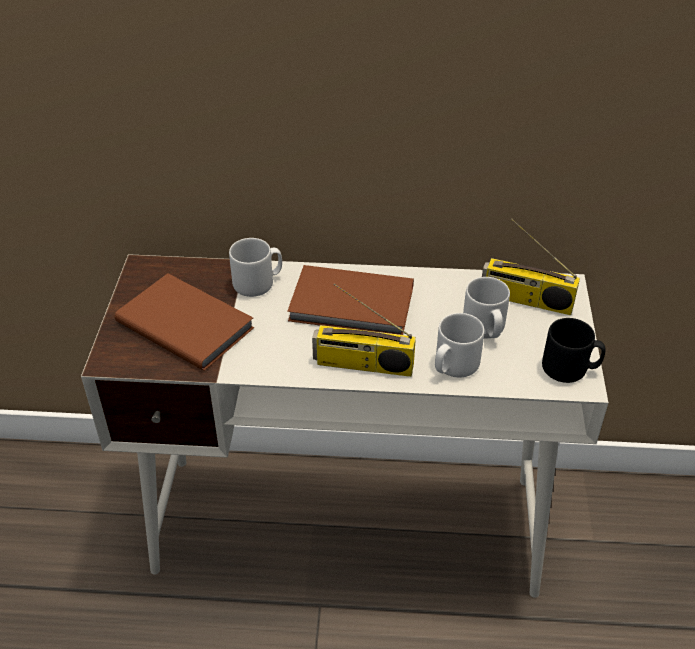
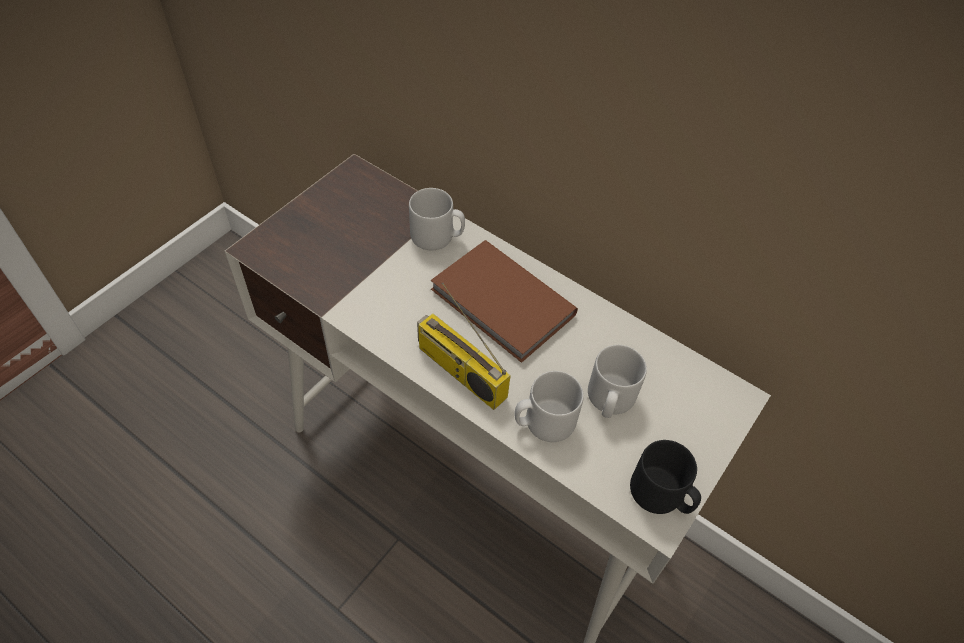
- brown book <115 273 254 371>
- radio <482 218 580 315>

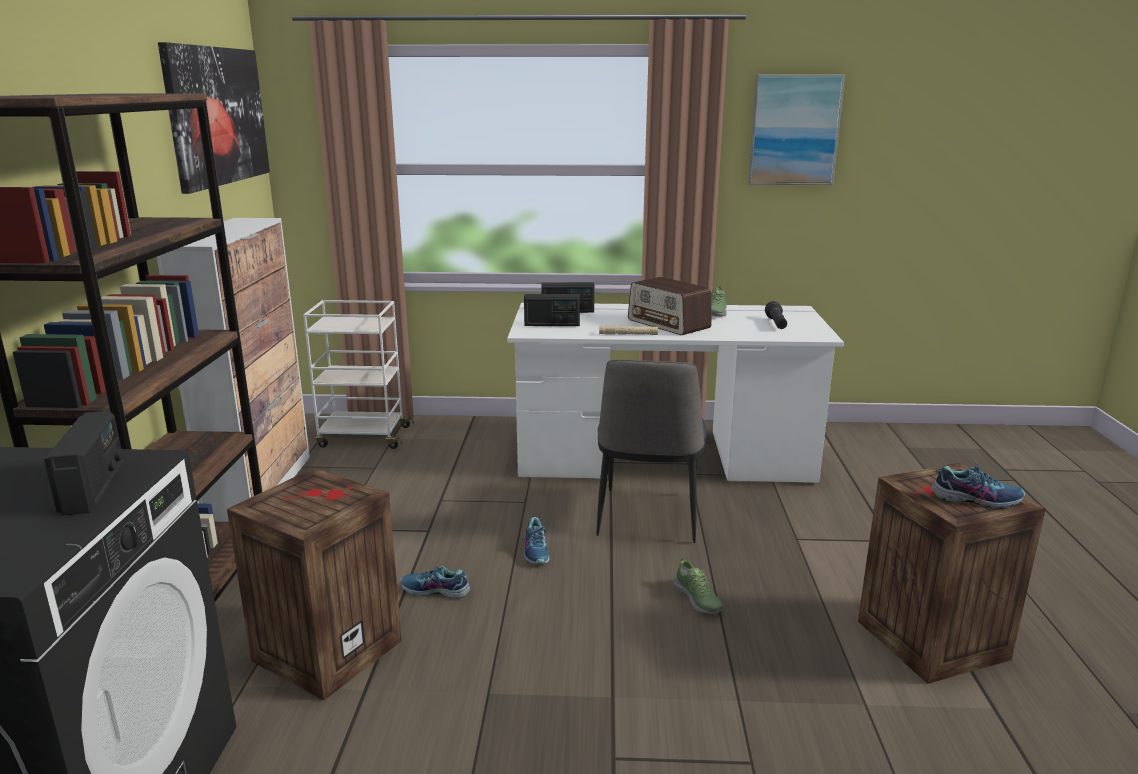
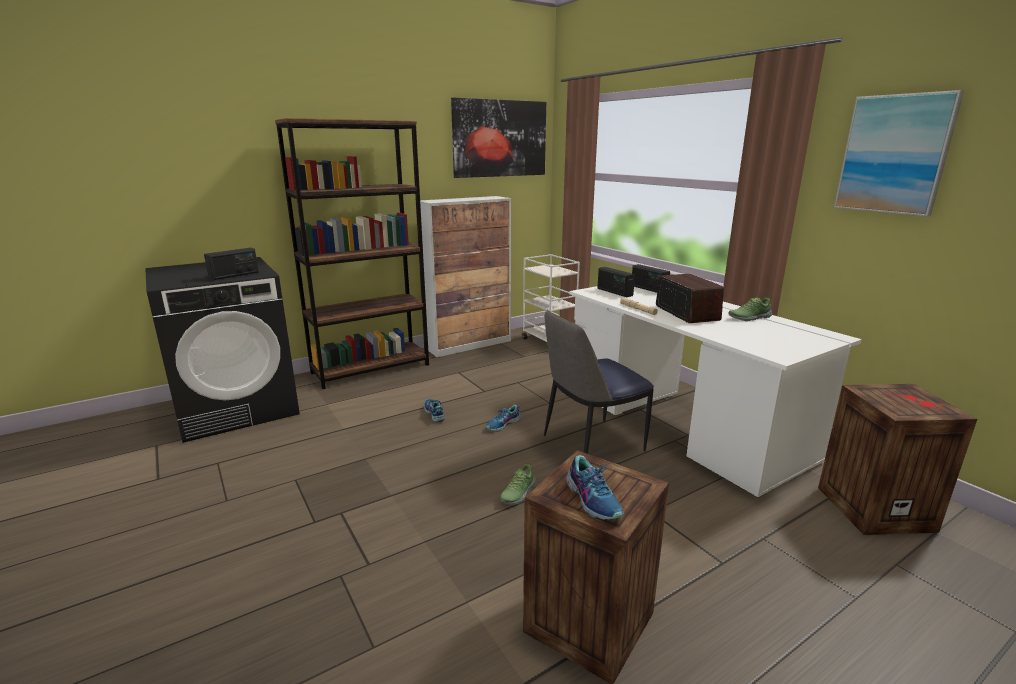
~ crate <227 468 402 700> to <818 384 977 535>
~ radio <628 277 712 335> = <656 274 724 323> 150 degrees clockwise
- black flashlight <765 301 787 329>

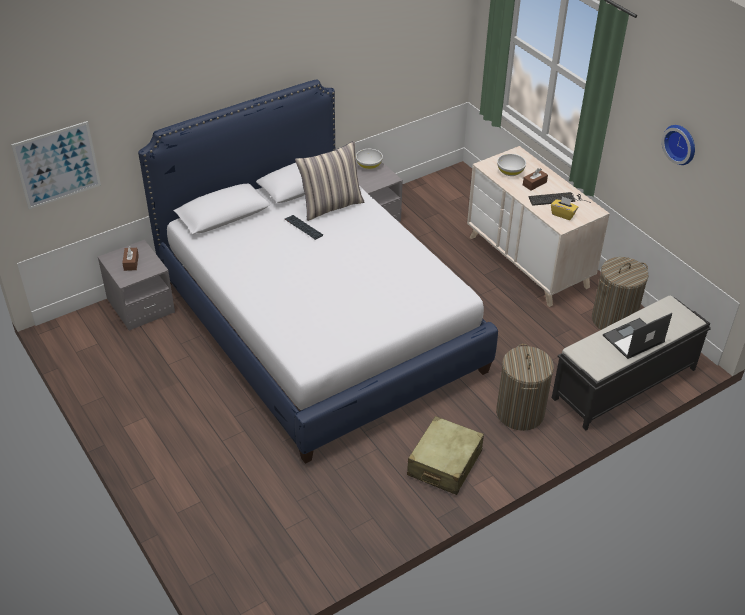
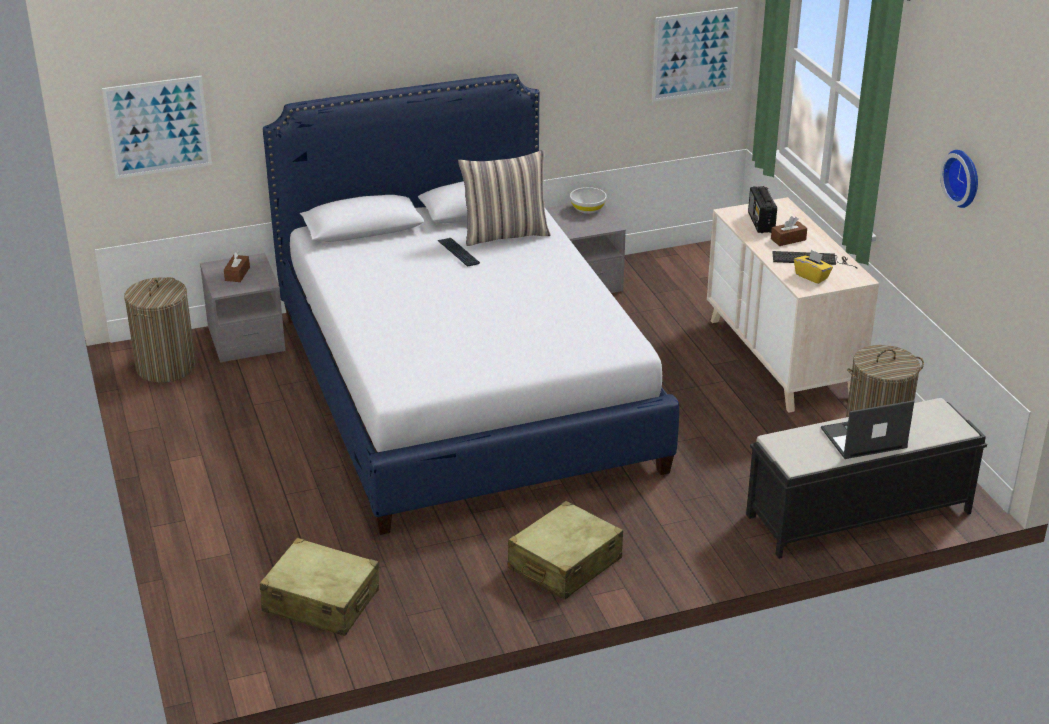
~ laundry basket <496 344 554 431> to <124 277 196 383>
~ white bowl <497 154 526 176> to radio <748 186 777 233>
+ beige suitcase <260 538 379 636>
+ picture <652 7 738 102>

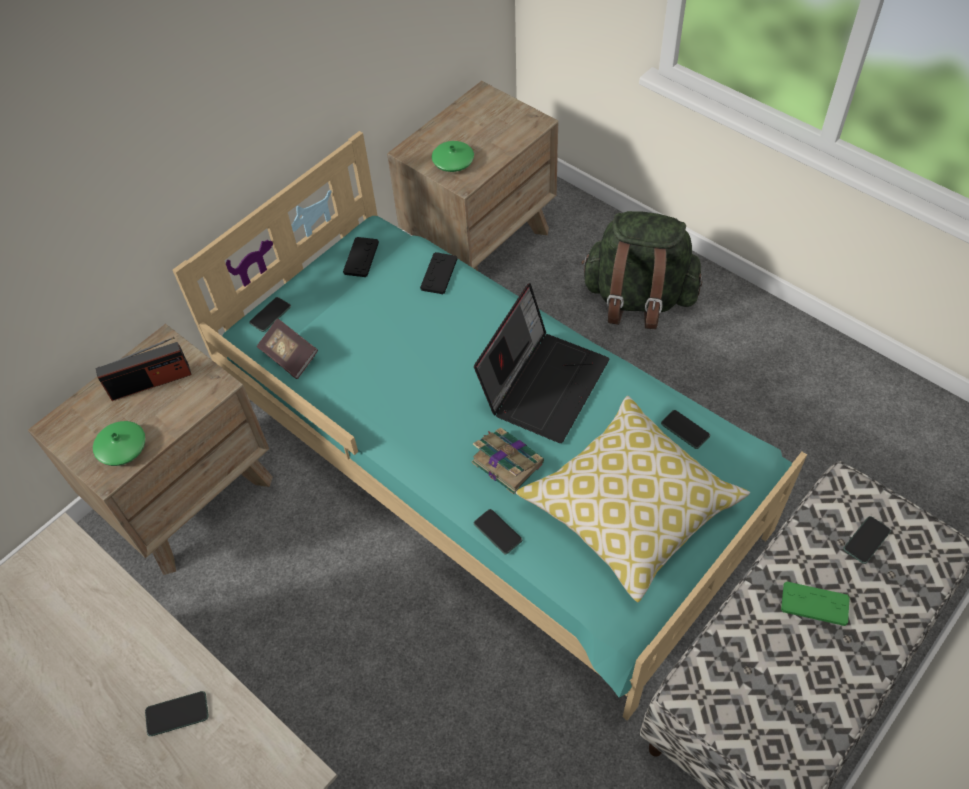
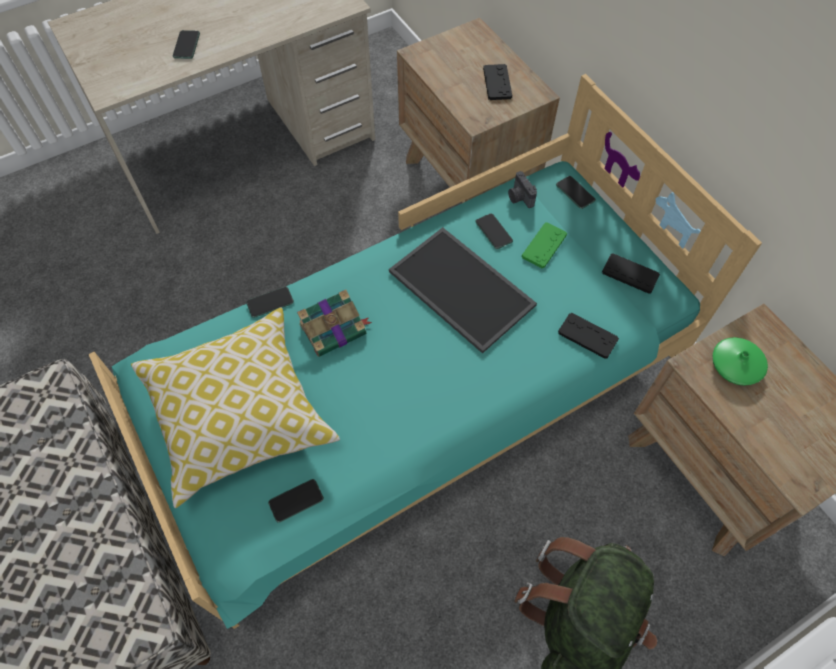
- green vase <93 421 145 466>
~ radio <95 337 192 401> to black game controller <483 64 512 100>
~ book <257 318 318 379> to photo camera <508 171 537 208>
- laptop <474 283 610 443>
~ green game controller <781 581 850 626> to <522 222 567 268>
~ phone <844 516 891 564> to <475 213 513 249>
+ tray <389 227 537 354>

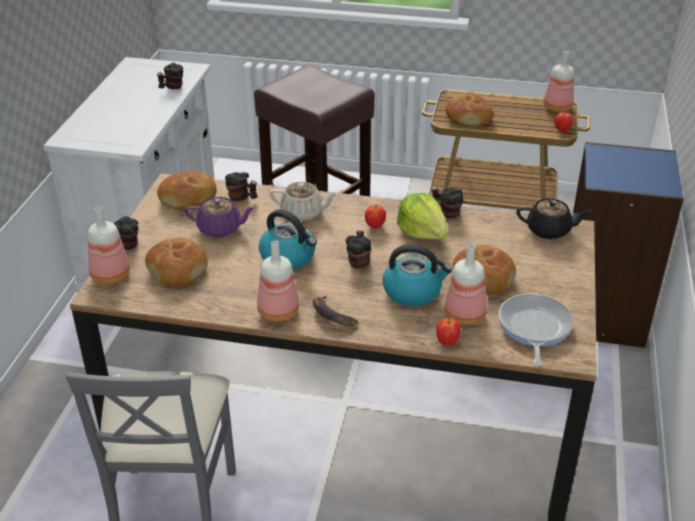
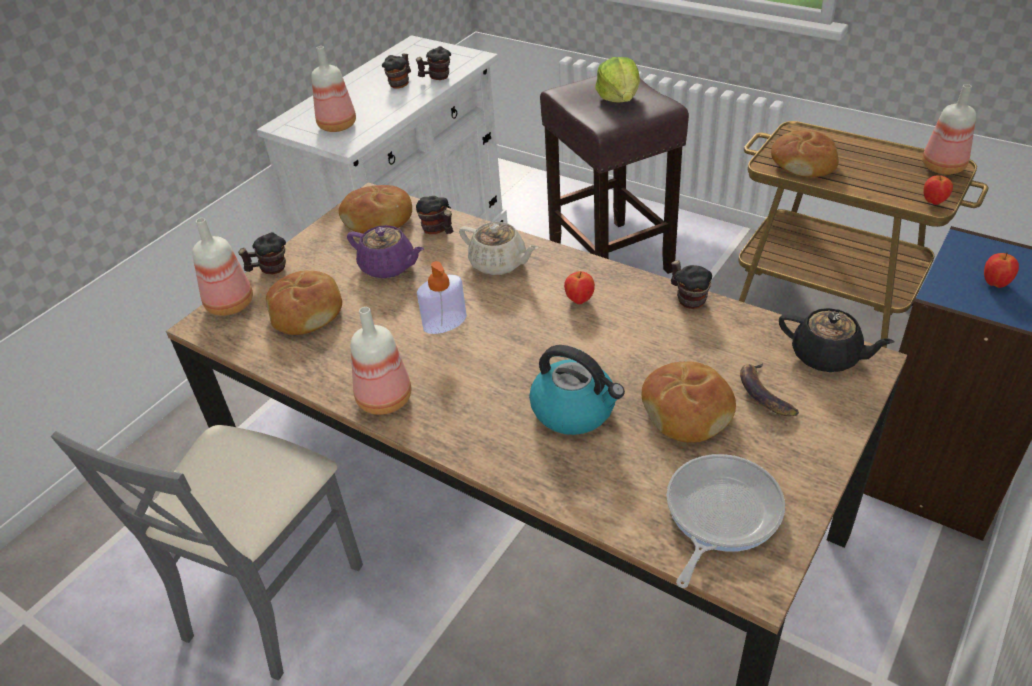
~ kettle <259 209 317 269> to soap dispenser <417 261 467 334>
~ banana <313 295 358 326> to <740 363 799 416>
~ mug <346 230 371 268> to <382 54 411 89>
~ lettuce <397 193 447 239> to <595 57 640 102>
~ apple <436 318 461 346> to <984 252 1019 288>
~ bottle <444 244 487 326> to <311 46 356 132>

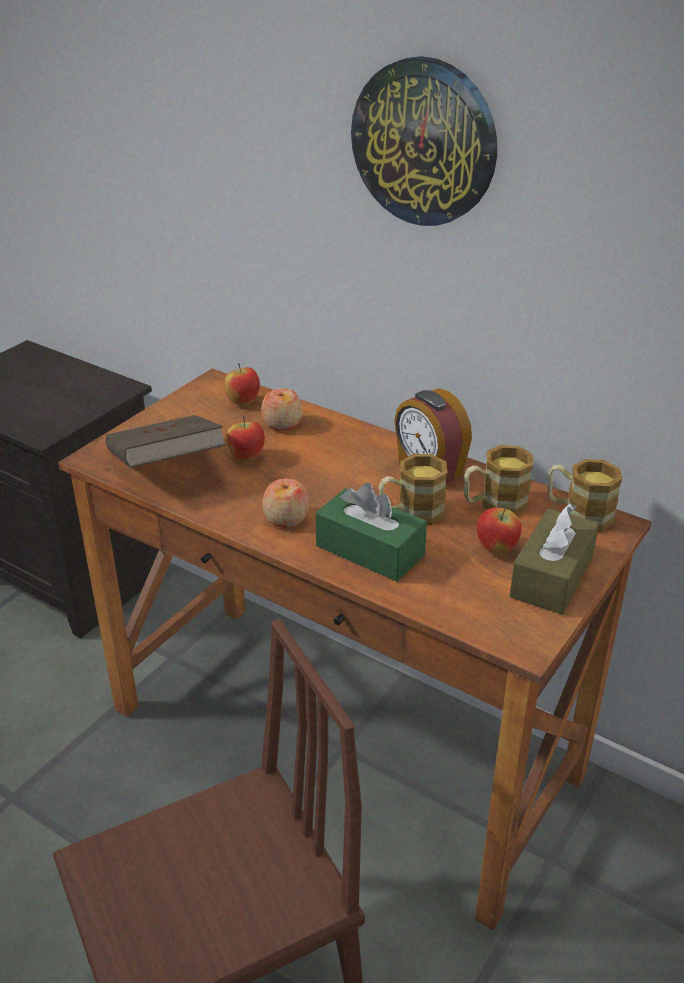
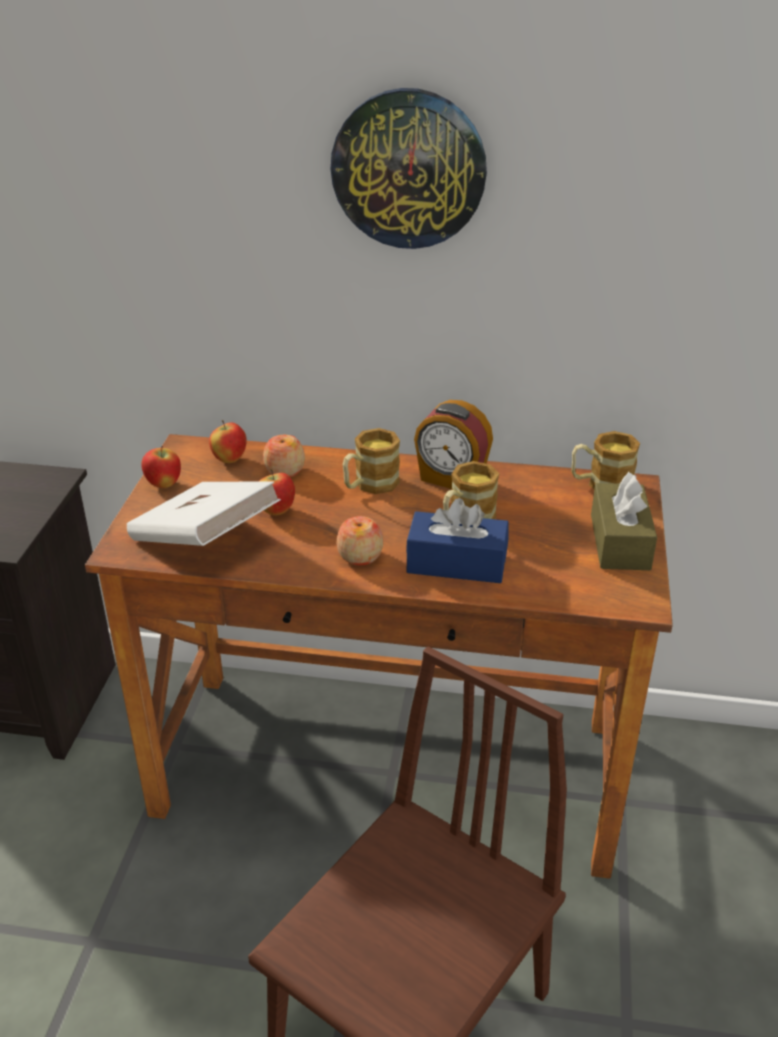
~ brown book <105 415 227 468> to white book <127 481 281 546>
~ green tissue box <316 483 427 582> to blue tissue box <406 498 509 583>
~ mug <464 445 533 515> to <343 428 400 494>
~ apple <477 508 521 554> to <141 446 181 488>

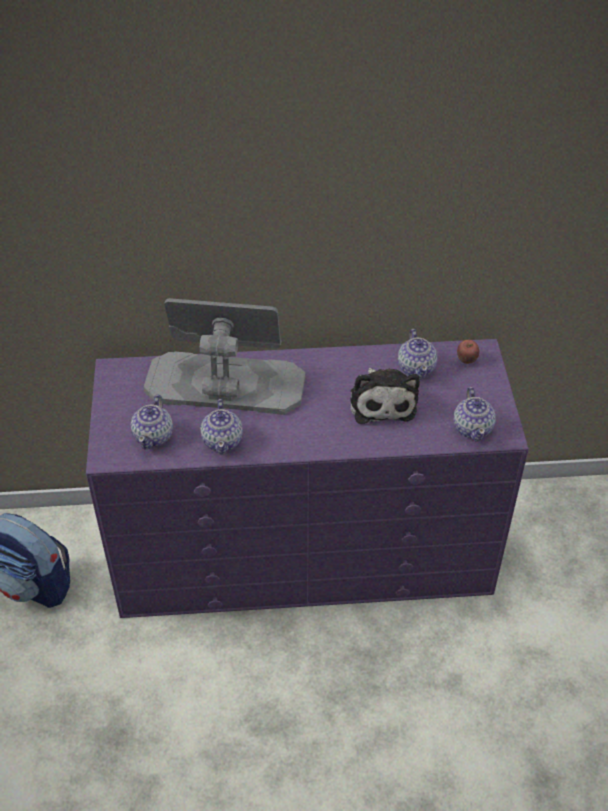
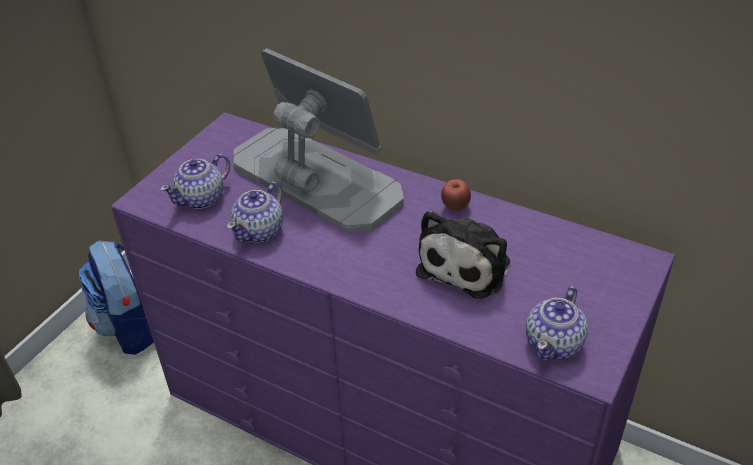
- teapot <398 329 437 380>
~ apple <457 340 479 364> to <441 179 471 211>

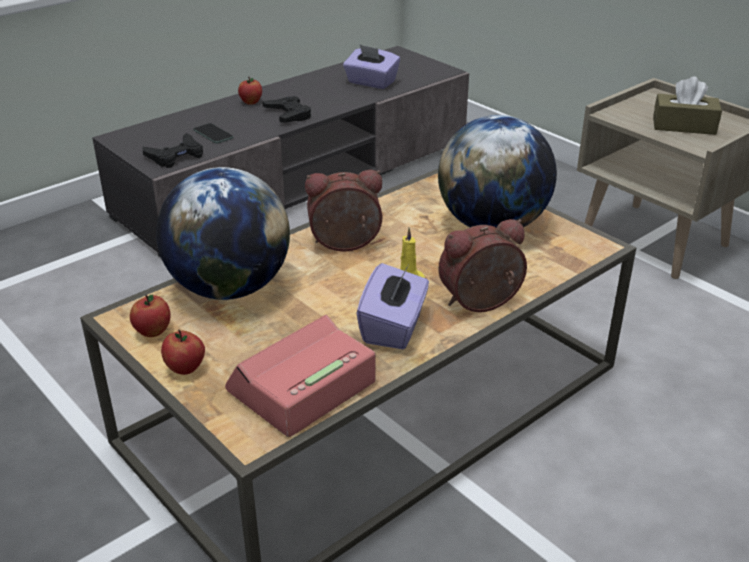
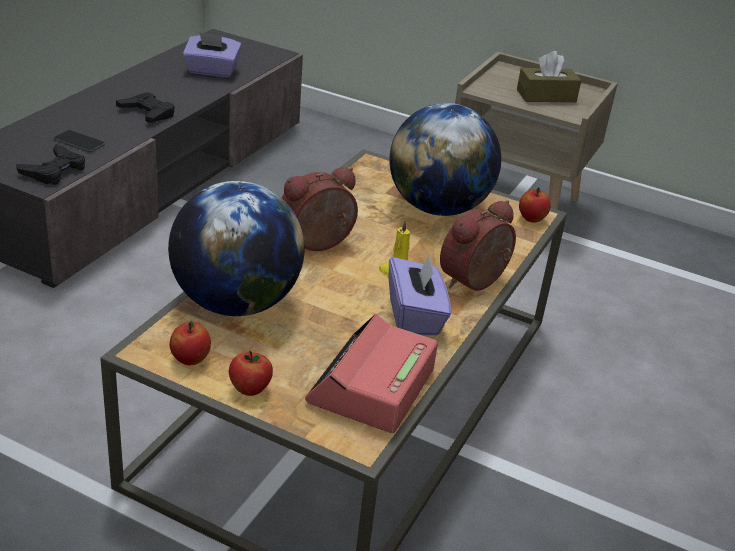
~ apple <238 77 262 105> to <519 187 551 223>

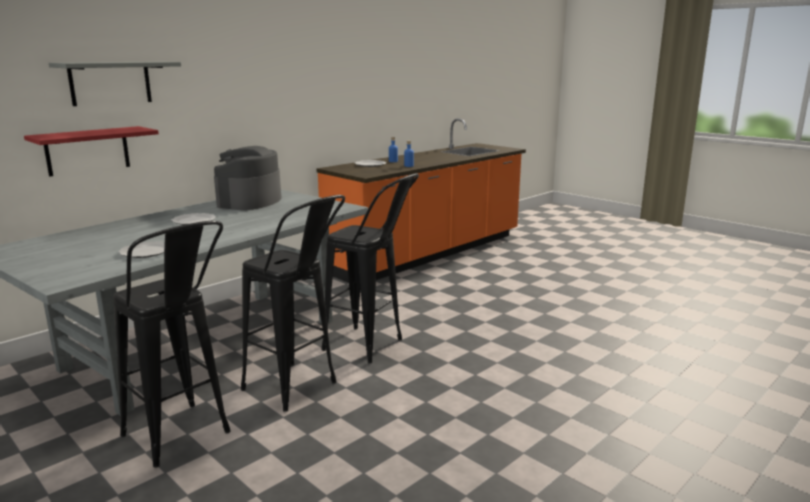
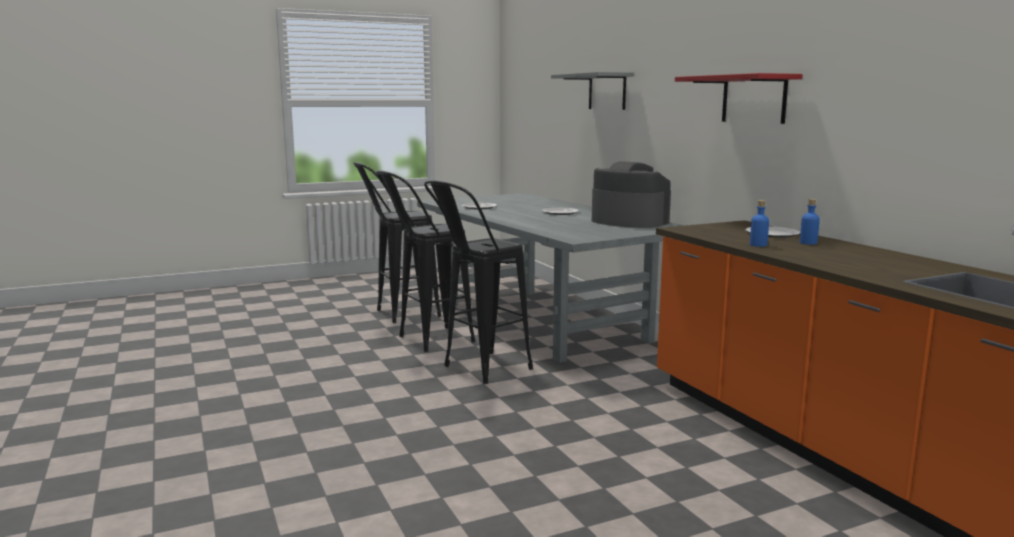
~ red shelf <24 126 159 177> to <675 73 803 124>

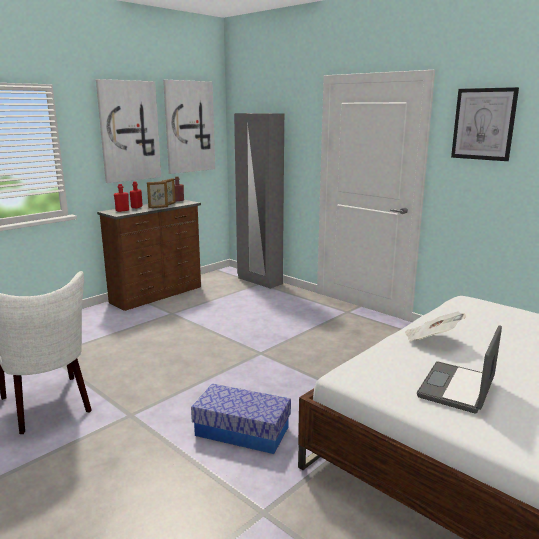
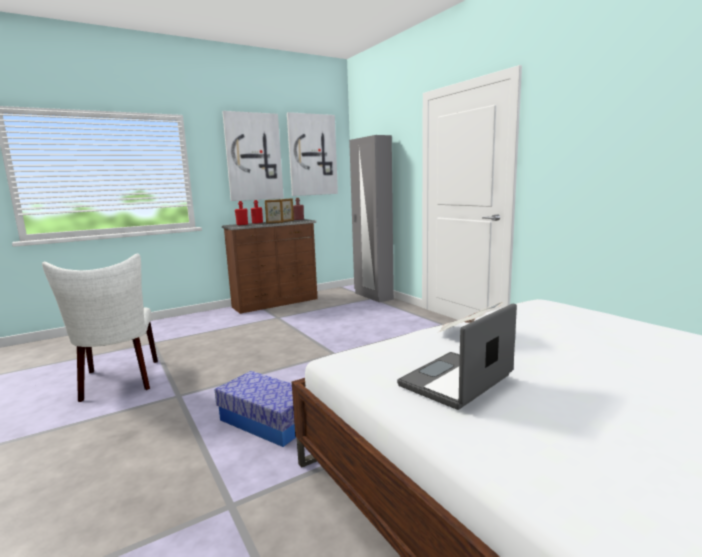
- picture <451 87 519 161>

